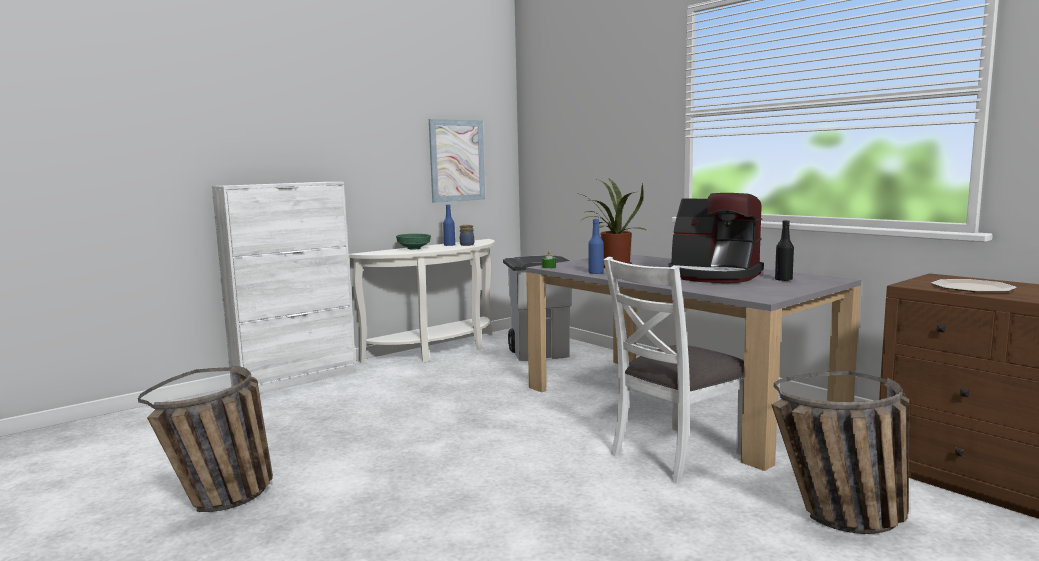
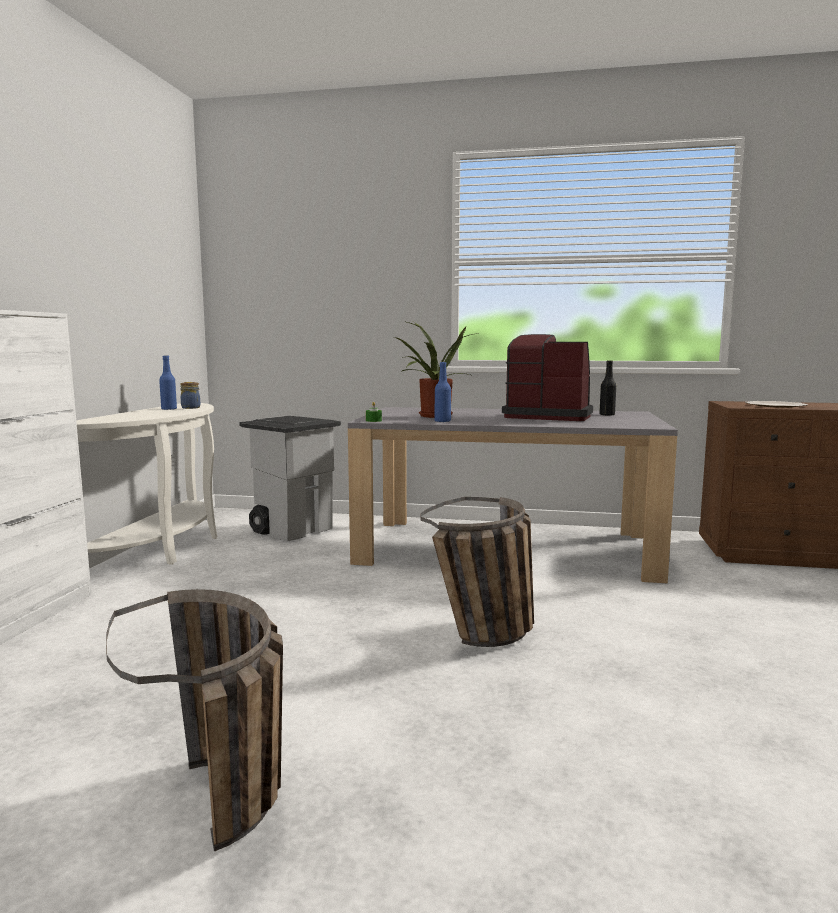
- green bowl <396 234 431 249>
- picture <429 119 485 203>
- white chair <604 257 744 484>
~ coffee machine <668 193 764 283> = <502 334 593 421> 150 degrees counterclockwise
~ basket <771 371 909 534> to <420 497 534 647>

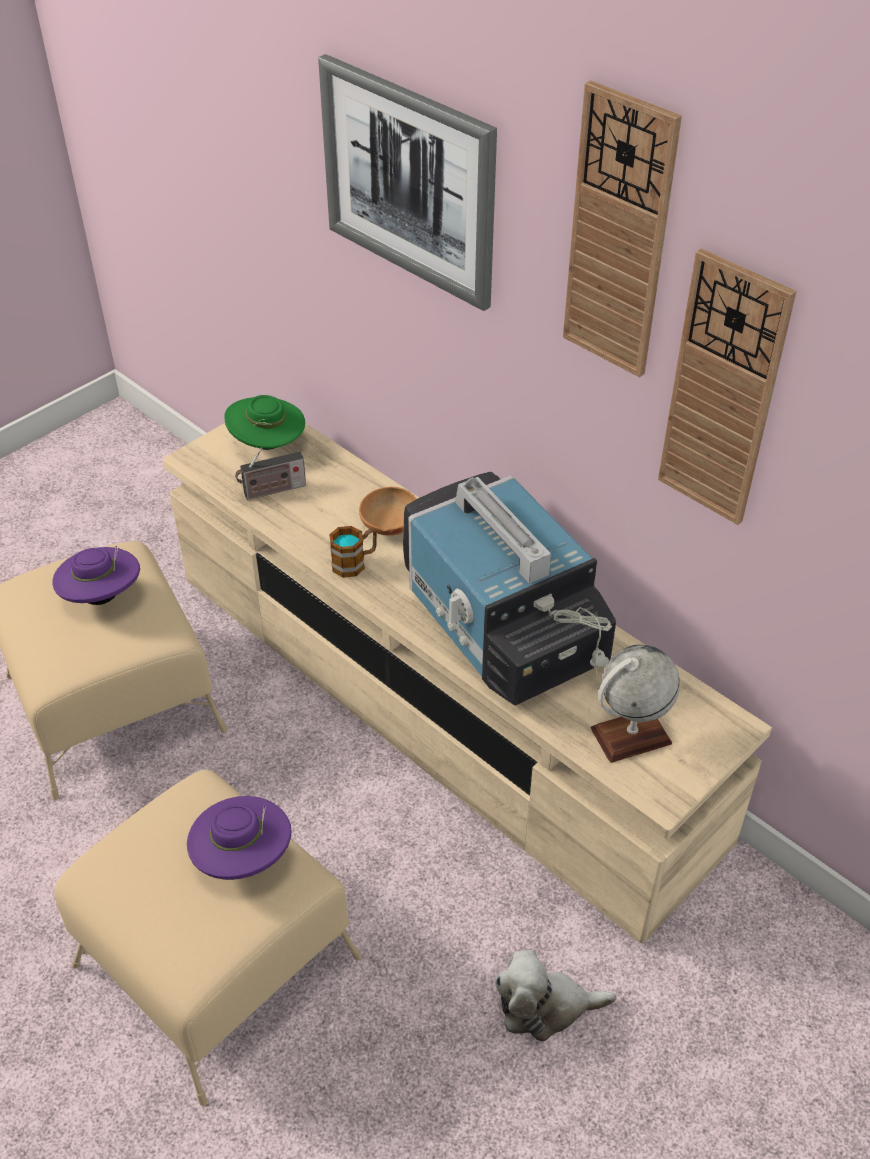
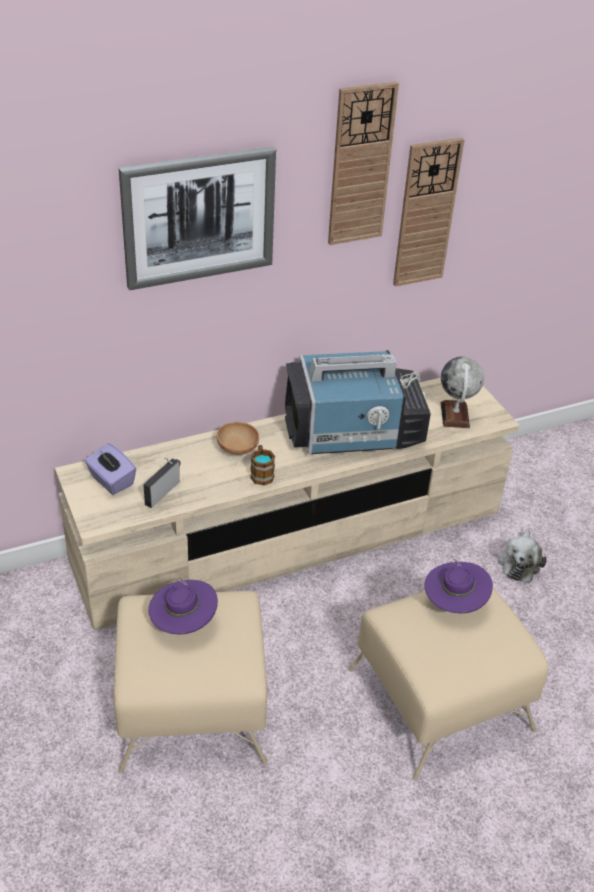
~ green hat <224 395 305 450> to purple tissue box <84 443 136 495>
~ radio <235 447 306 500> = <143 457 181 508> 150 degrees counterclockwise

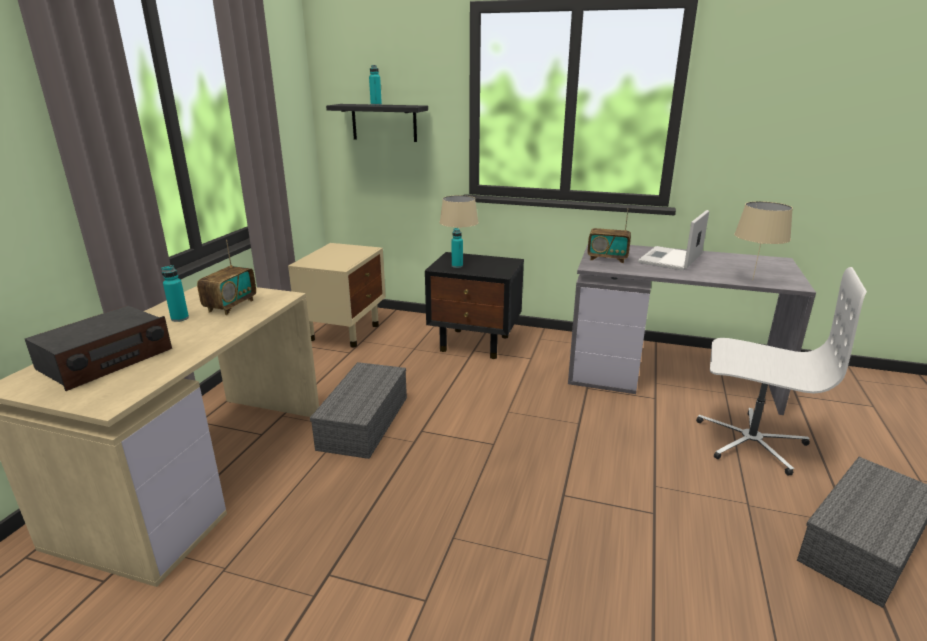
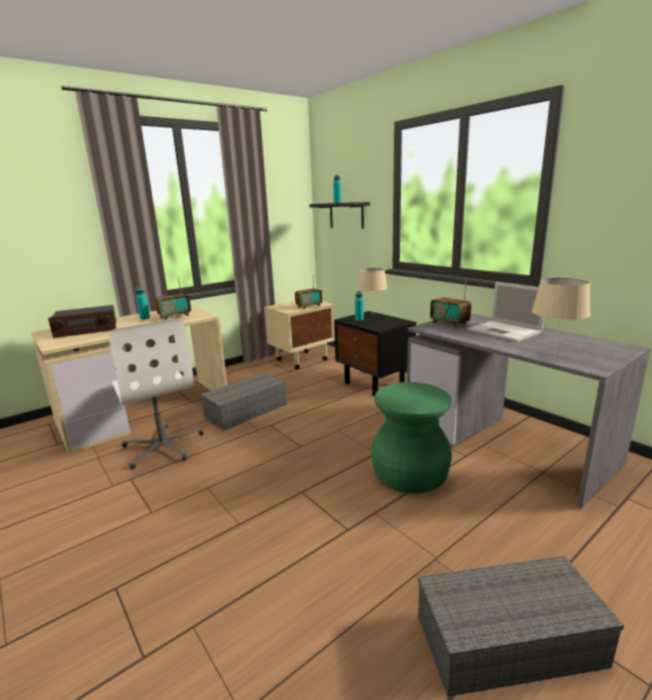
~ laptop <638 210 709 271> = <468 282 544 342> 105 degrees counterclockwise
~ white office chair <696 267 867 476> to <109 318 204 469>
+ radio <295 281 322 310>
+ green stool <371 382 452 493>

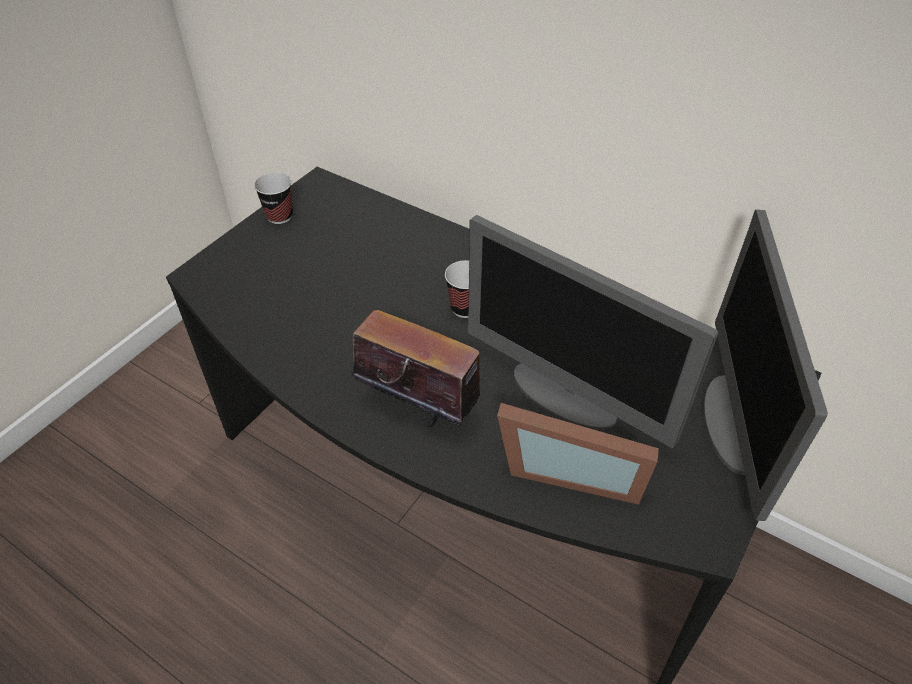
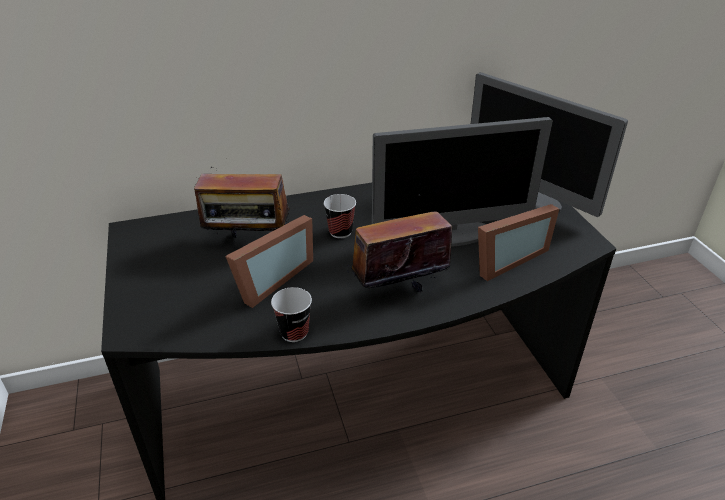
~ cup <254 172 293 224> to <271 287 312 342>
+ radio <194 167 290 242>
+ picture frame <225 215 313 308>

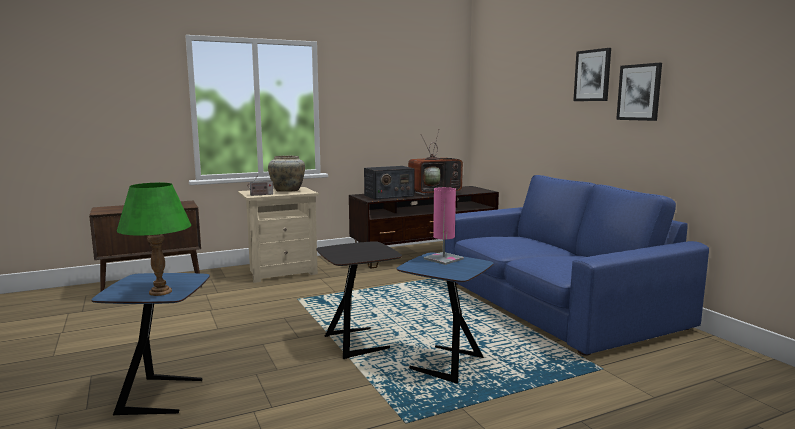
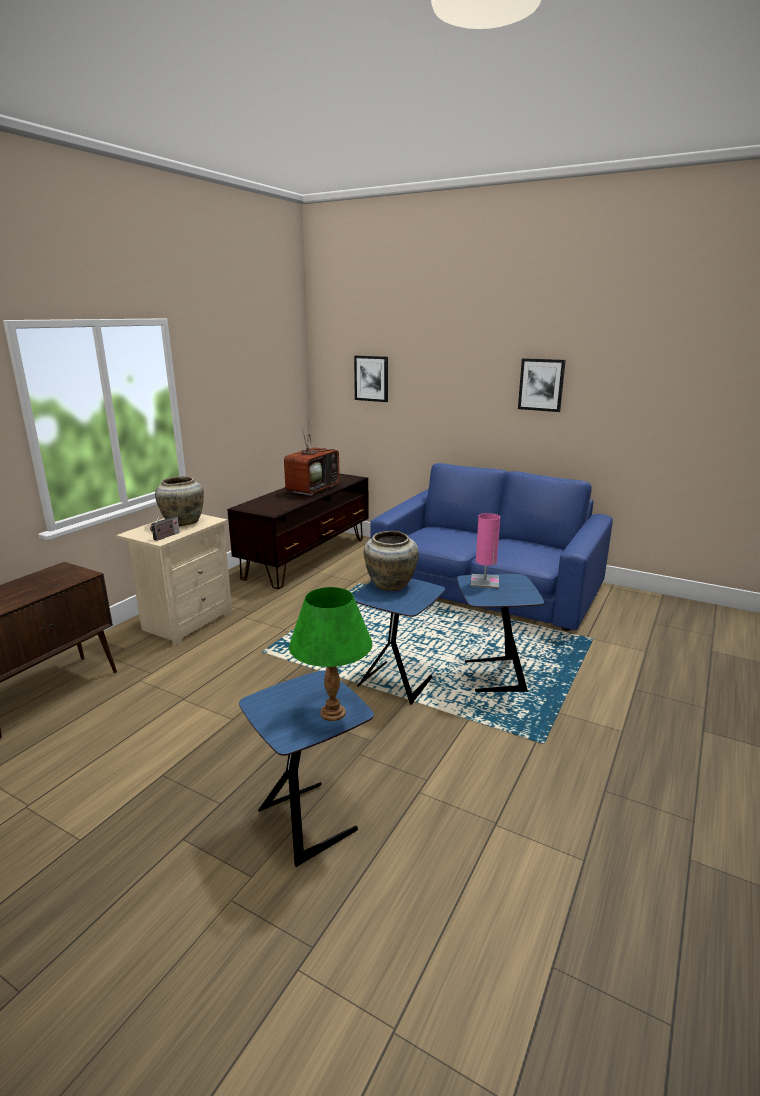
~ black side table <316 241 402 359> to blue side table <353 578 445 705>
- radio <364 166 415 200>
~ picture <573 48 611 101> to <354 356 388 402>
+ beige vase <364 531 419 591>

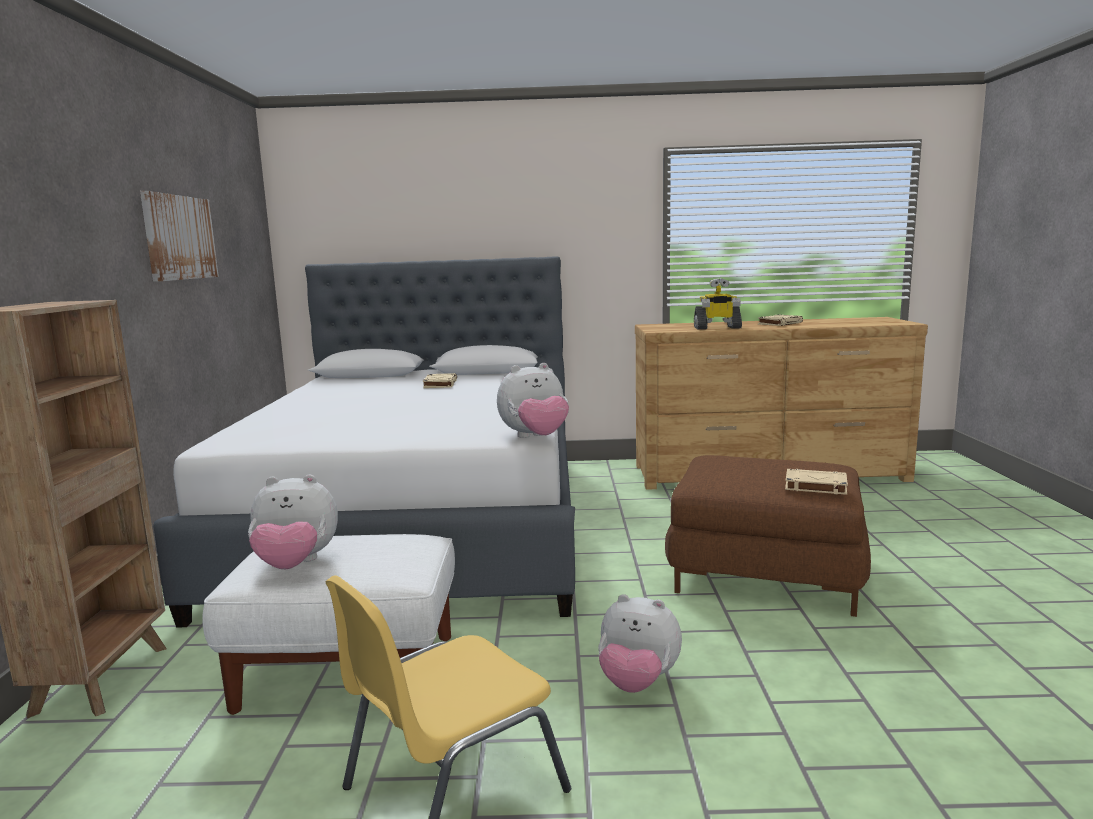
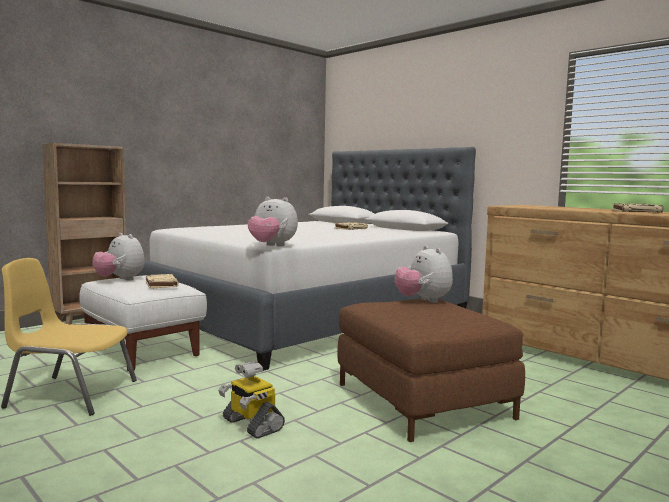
- picture <140 191 219 282>
~ plush toy <598 594 682 693> to <395 246 453 303>
~ toy robot <694 278 742 330> to <218 361 285 439>
~ beige book <785 469 848 495> to <146 274 179 289>

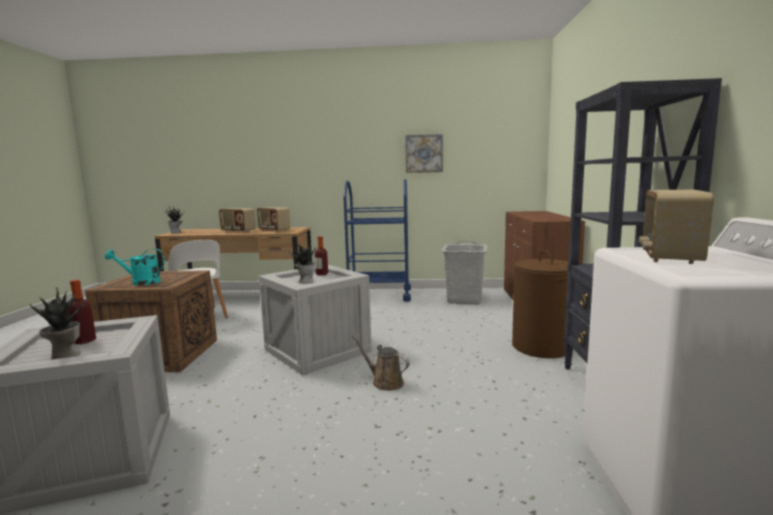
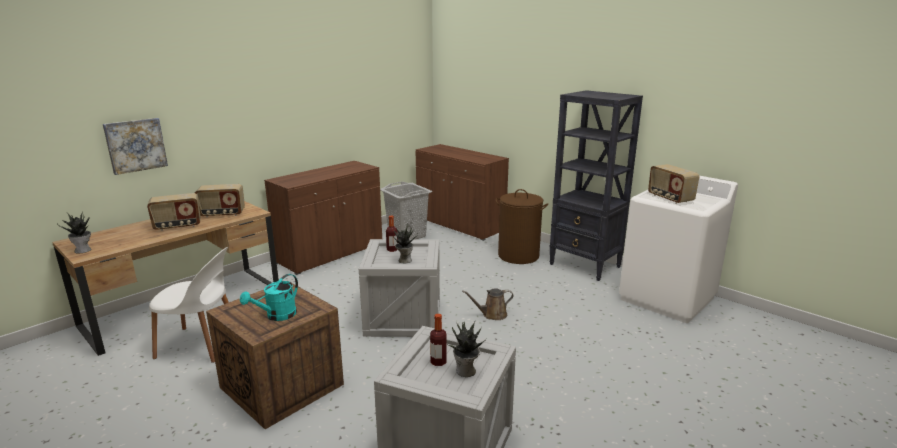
~ blue cart <343 179 411 302> to brown cabinet <264 161 382 275>
~ picture <405 134 443 173> to <103 118 168 175>

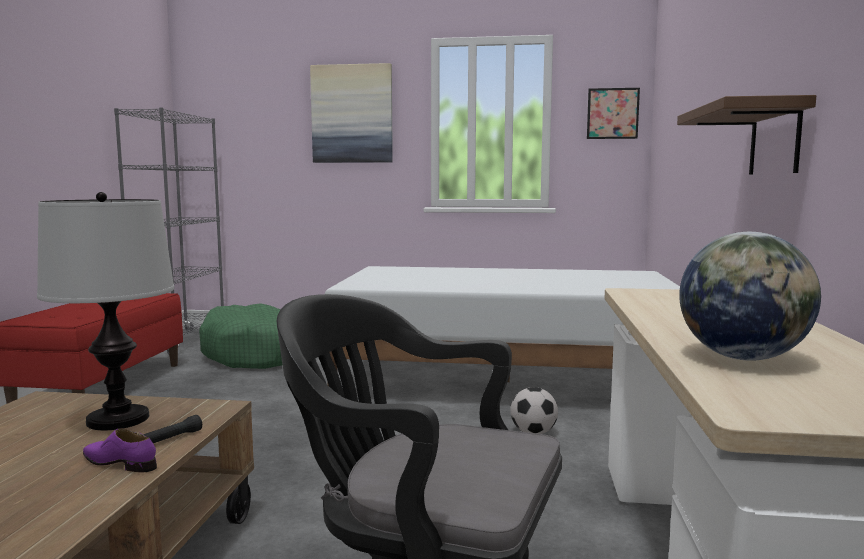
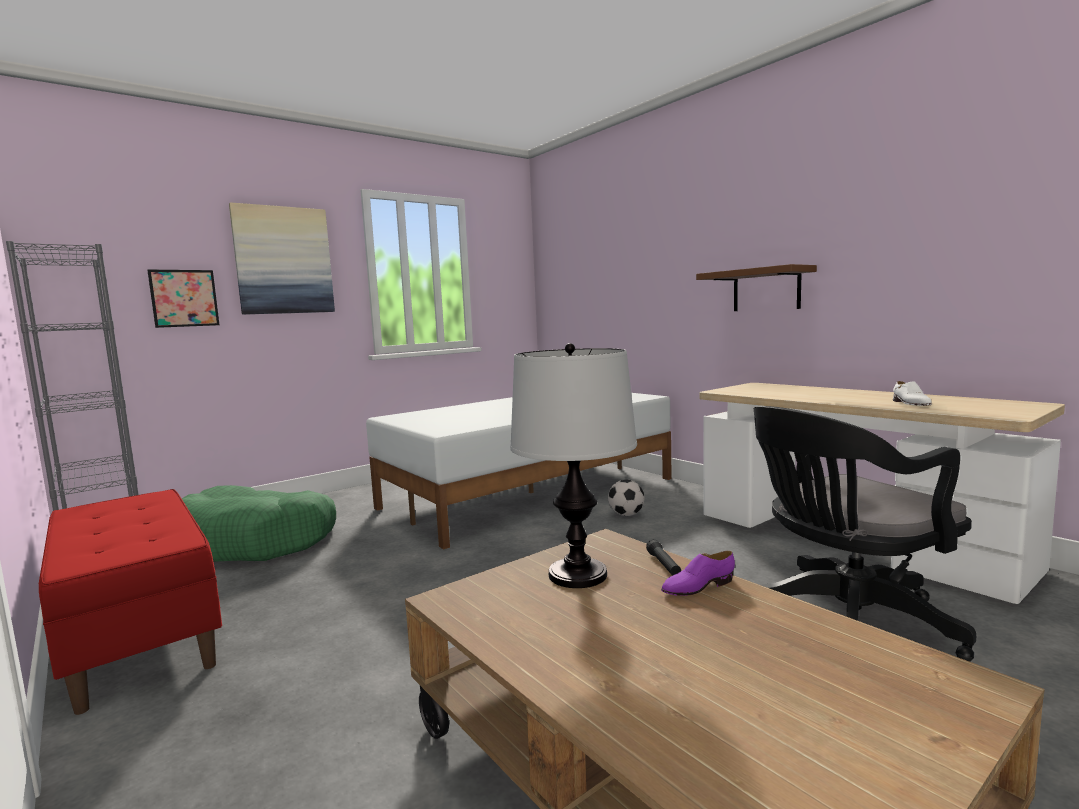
~ picture <587 88 640 139> to <147 270 219 328>
~ globe <679 232 821 361> to white shoe <893 381 932 406>

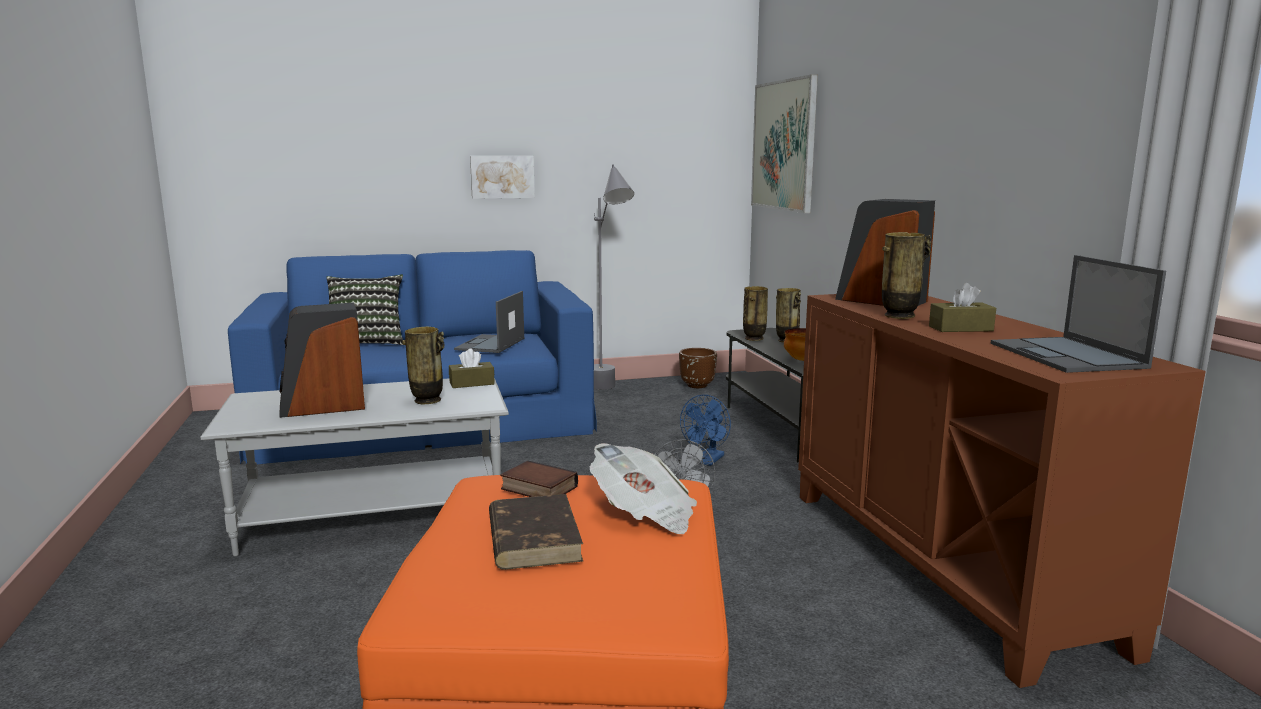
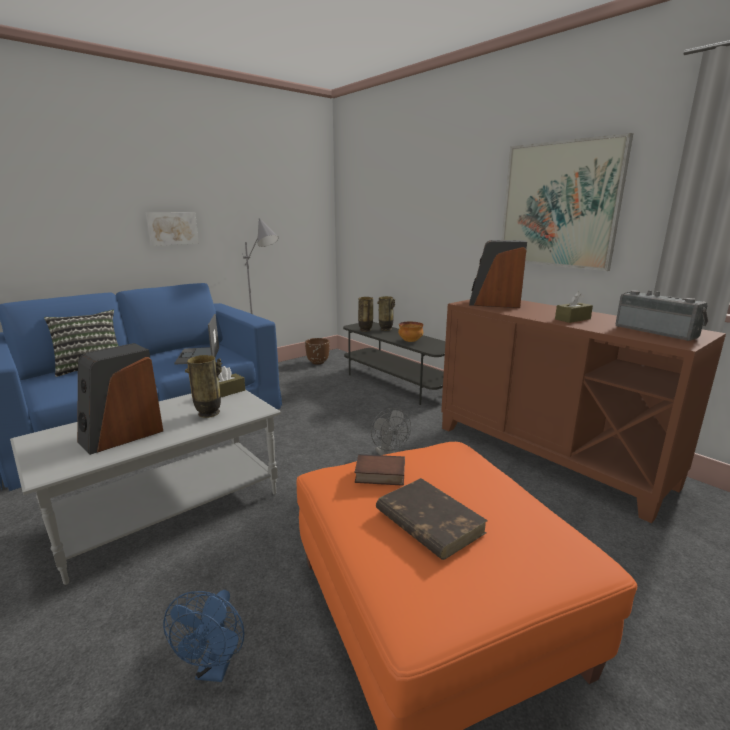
- newspaper <589 443 697 534>
~ blue fan <680 395 731 466> to <163 590 244 682>
~ picture <751 74 818 213> to <502 133 633 271>
- vase <882 232 932 319>
~ laptop <991 255 1166 373> to radio <616 290 708 341>

